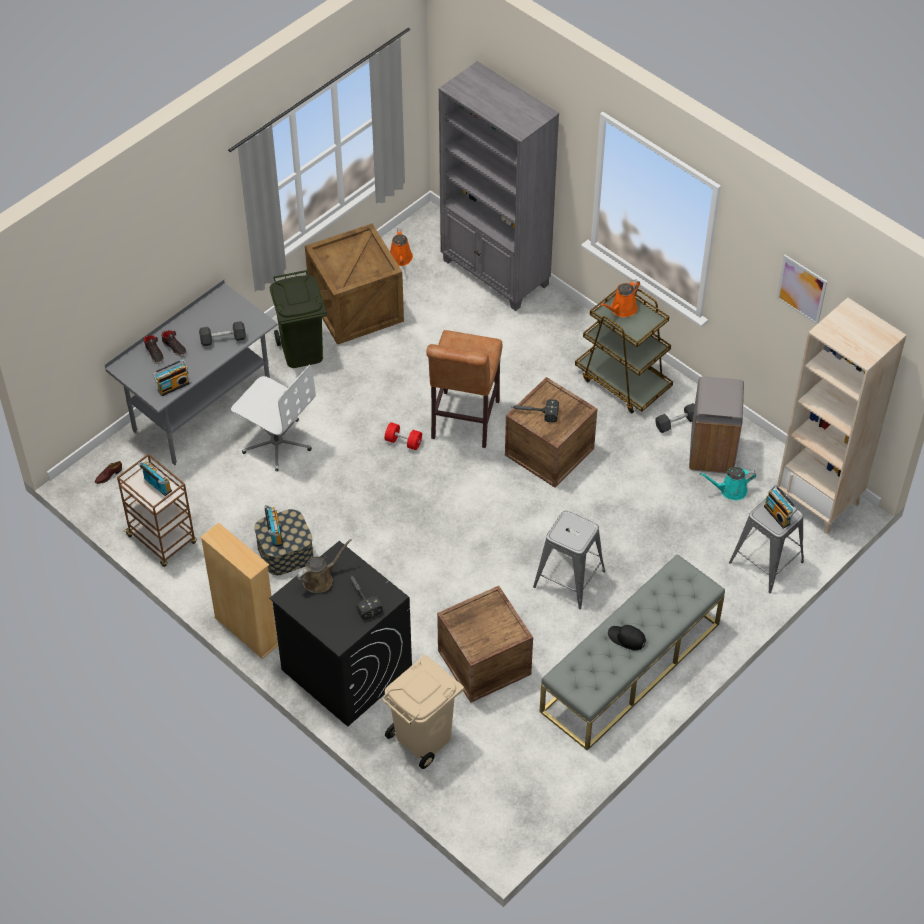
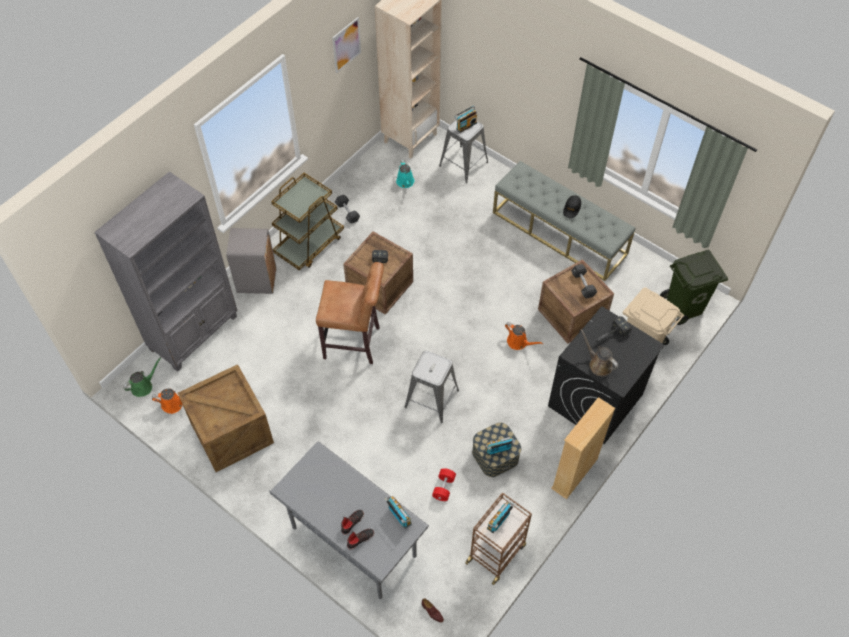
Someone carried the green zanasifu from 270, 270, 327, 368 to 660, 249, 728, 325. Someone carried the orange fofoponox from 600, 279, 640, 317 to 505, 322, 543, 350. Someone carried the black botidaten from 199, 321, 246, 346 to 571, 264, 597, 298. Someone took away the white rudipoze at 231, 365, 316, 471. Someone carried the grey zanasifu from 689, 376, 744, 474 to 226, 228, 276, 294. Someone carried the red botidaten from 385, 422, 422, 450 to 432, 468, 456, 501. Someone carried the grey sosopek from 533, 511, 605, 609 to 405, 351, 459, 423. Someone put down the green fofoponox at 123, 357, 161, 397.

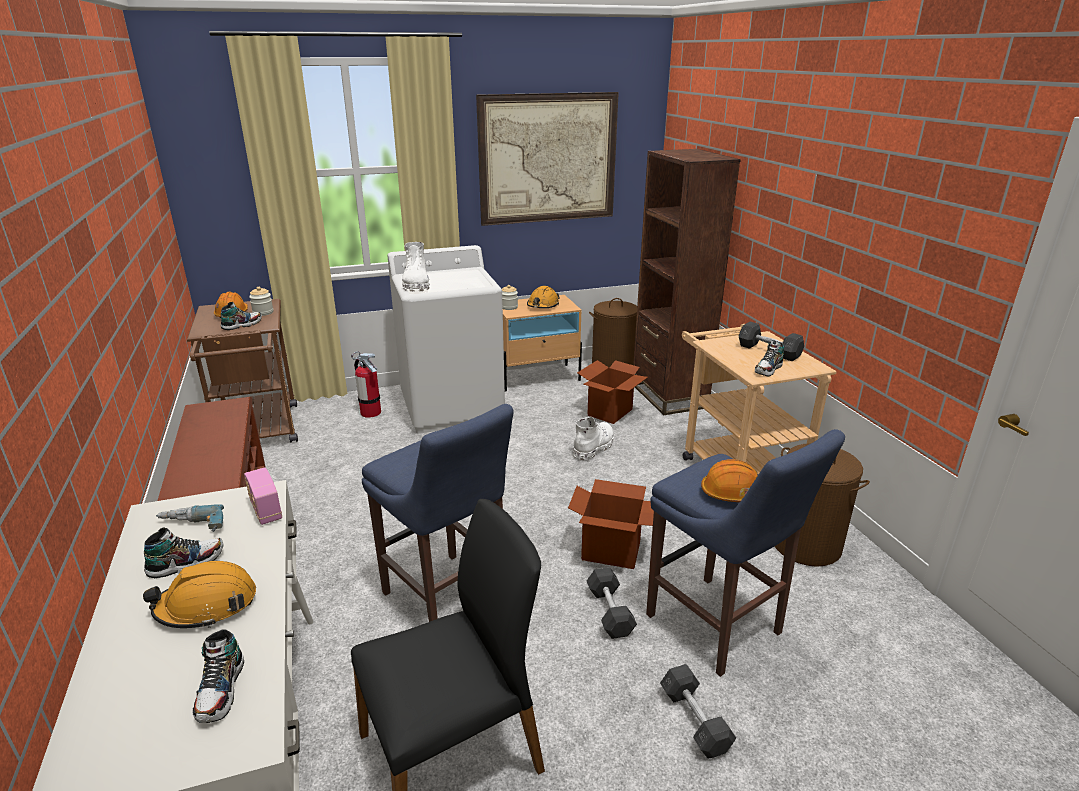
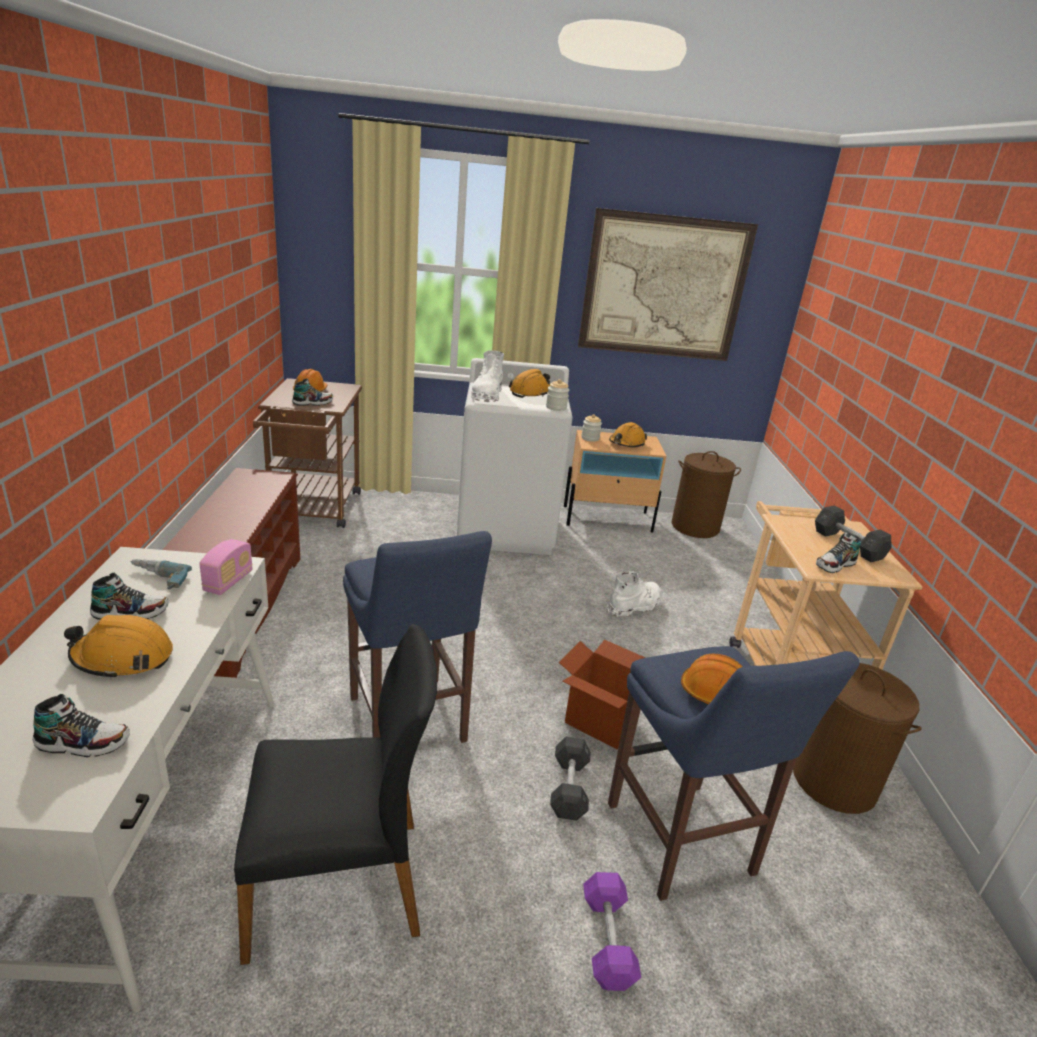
Someone took away the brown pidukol at 633, 149, 741, 415. Someone carried the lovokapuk from 249, 287, 274, 316 to 546, 379, 569, 411. Someone took away the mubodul at 351, 351, 381, 418. Someone took away the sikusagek at 577, 360, 648, 424. Someone rotated the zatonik at 244, 467, 282, 525 by 150 degrees counterclockwise. Someone rotated the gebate at 192, 629, 244, 723 by 105 degrees counterclockwise. Someone repainted the grey botidaten at 660, 664, 736, 758, which became the purple botidaten at 583, 872, 641, 991. Someone put down the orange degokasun at 509, 369, 550, 398.

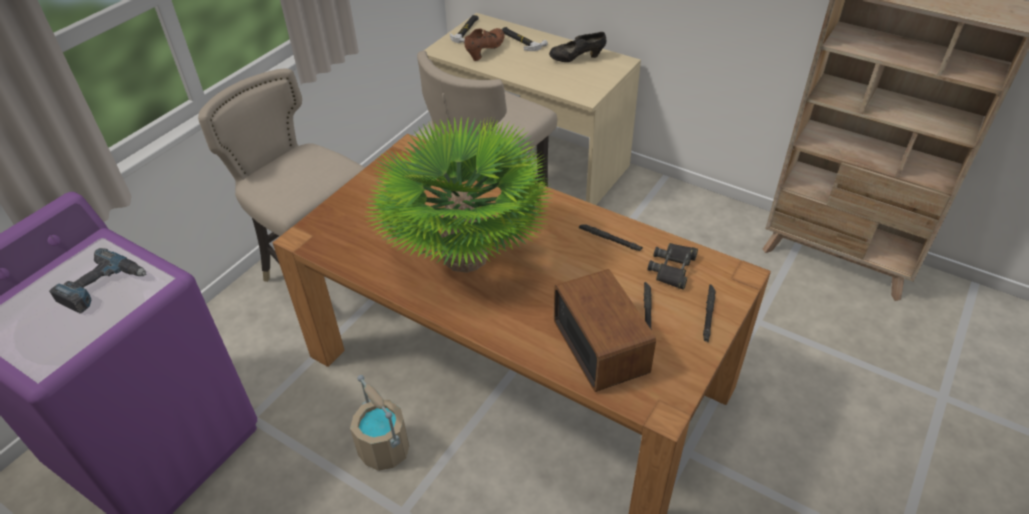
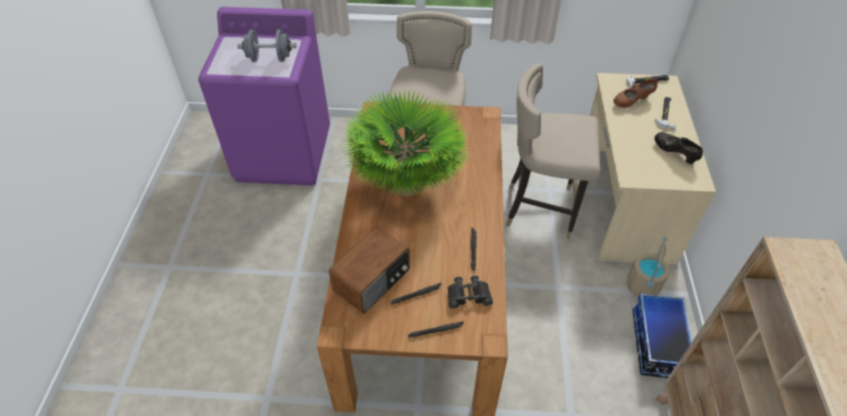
Someone rotated the brown gebate at 464, 28, 505, 61 by 150 degrees clockwise. Someone swapped the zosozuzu at 49, 248, 146, 314 for the grey botidaten at 237, 29, 297, 62. Someone carried the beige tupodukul from 350, 375, 409, 471 to 627, 237, 670, 298. Someone put down the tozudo at 632, 293, 692, 378.

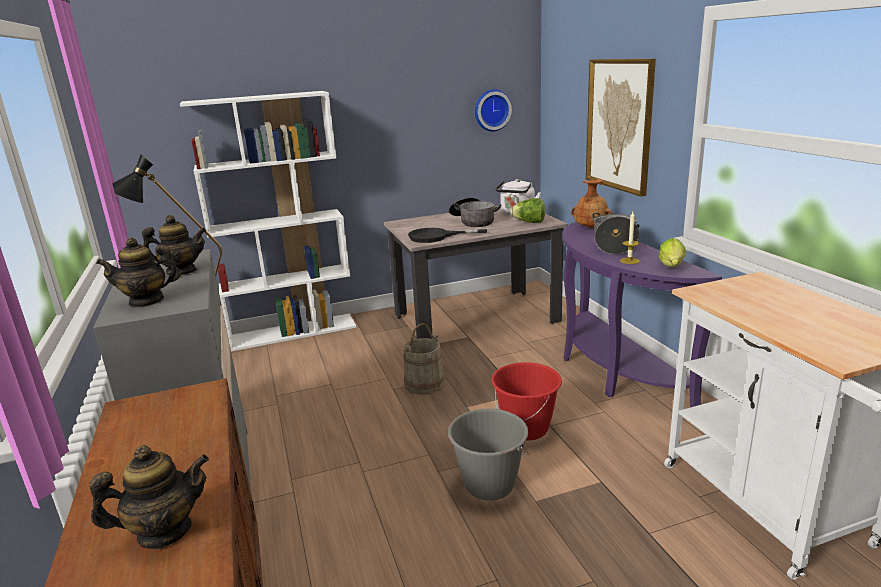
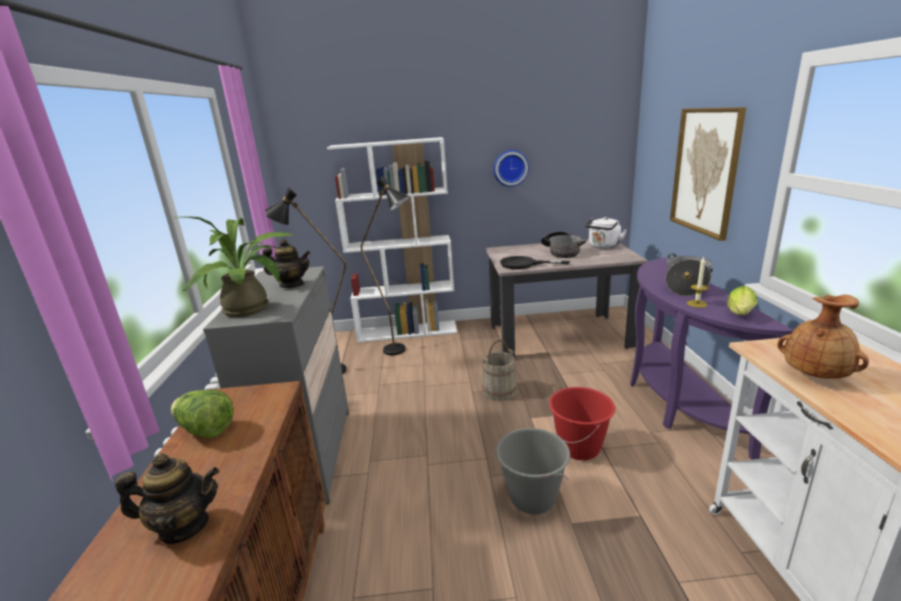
Someone carried the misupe from 475, 89, 512, 132 to 493, 150, 529, 187. Someone carried the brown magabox from 571, 179, 612, 228 to 777, 295, 869, 379. Someone carried the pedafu from 511, 198, 545, 223 to 171, 390, 234, 439. Someone swapped the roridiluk at 96, 237, 181, 307 for the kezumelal at 175, 216, 296, 317. Someone put down the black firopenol at 361, 176, 411, 355.

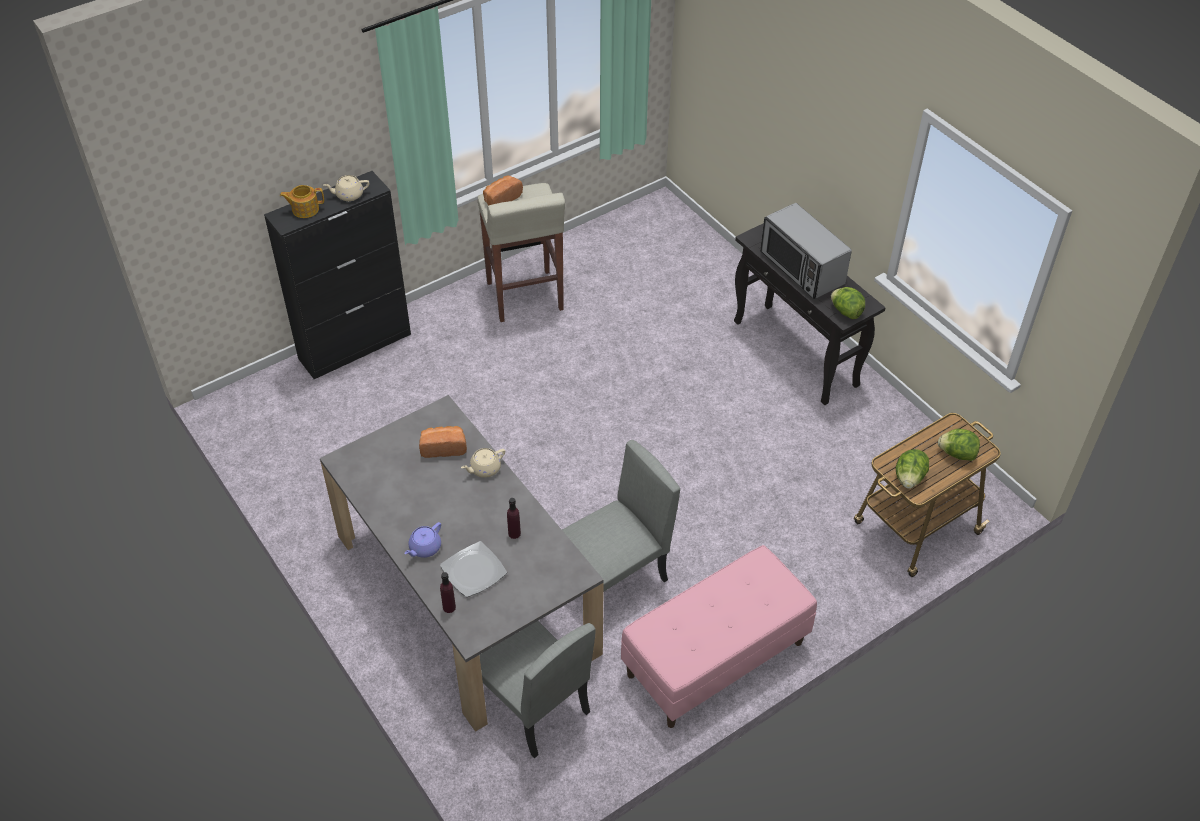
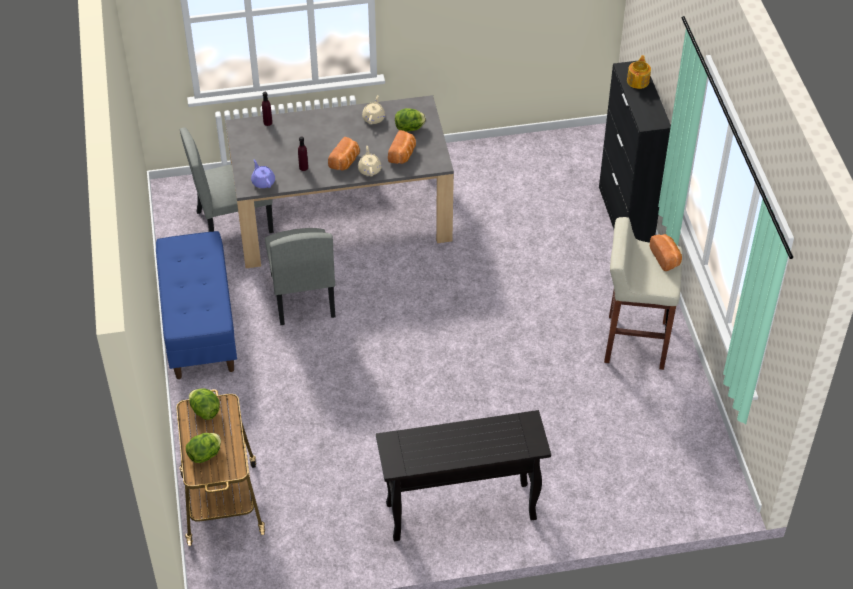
Someone carried the beige roridiluk from 324, 175, 369, 201 to 362, 95, 385, 124. Someone took away the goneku at 760, 203, 852, 299. Someone carried the pedafu from 831, 287, 865, 319 to 395, 108, 426, 132. Someone carried the purple roridiluk from 404, 522, 441, 558 to 251, 159, 275, 188. Someone took away the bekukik at 440, 541, 507, 597. Someone repainted the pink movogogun at 621, 545, 817, 728, which became the blue movogogun at 156, 231, 237, 379. Someone put down the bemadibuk at 328, 137, 360, 170.

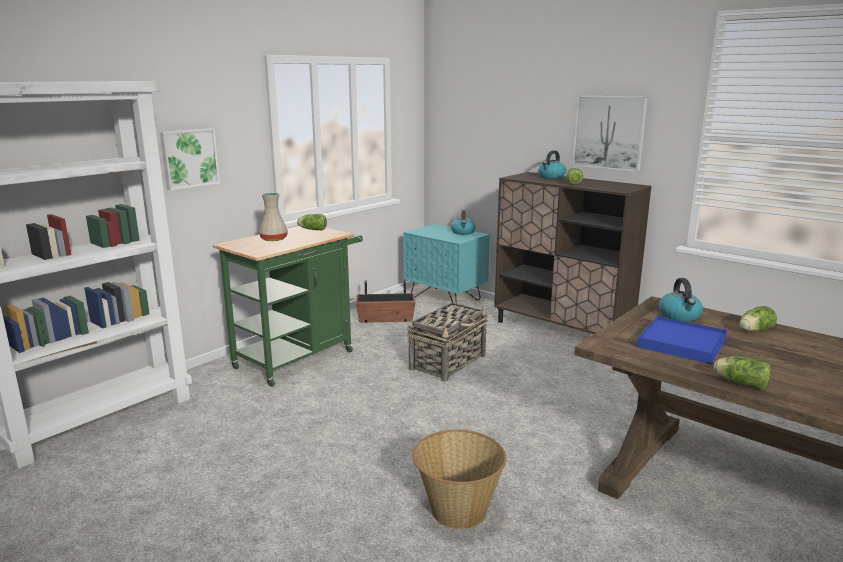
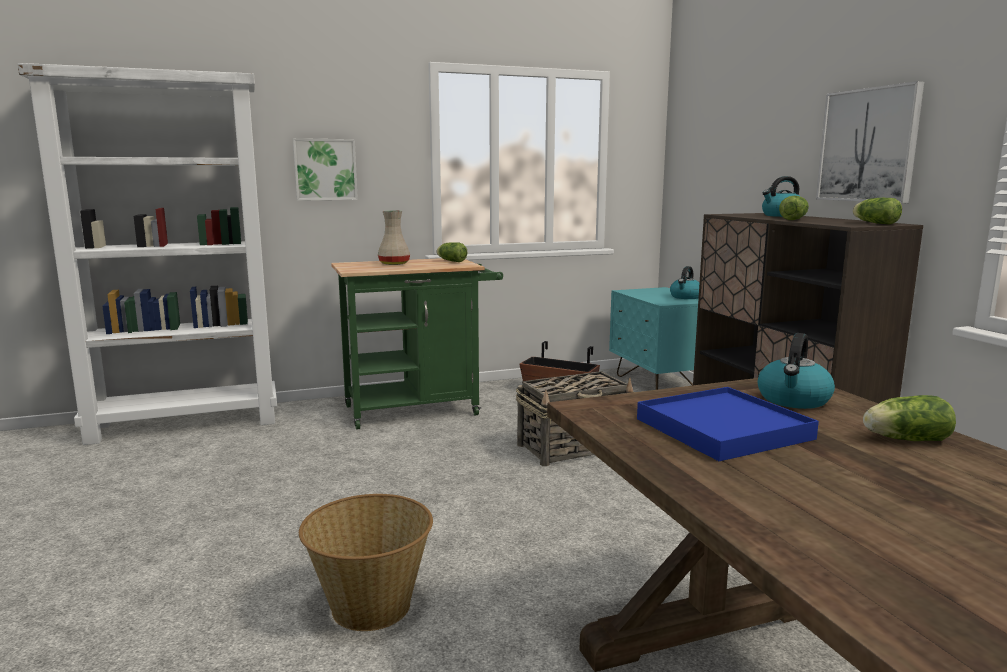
Someone carried the pedafu from 714, 356, 771, 389 to 852, 198, 902, 225.

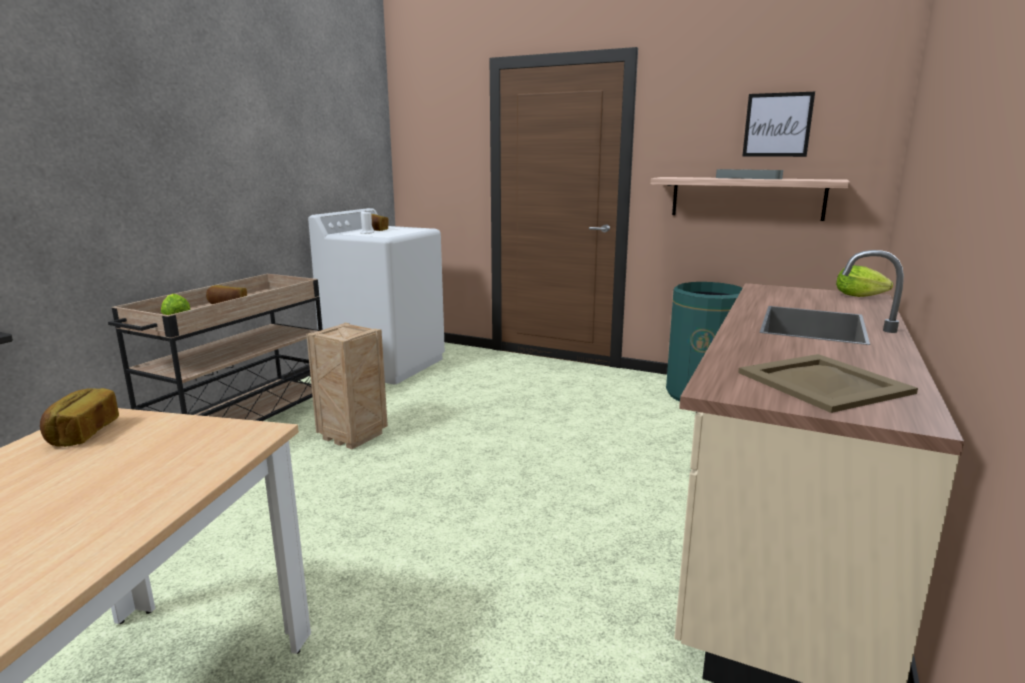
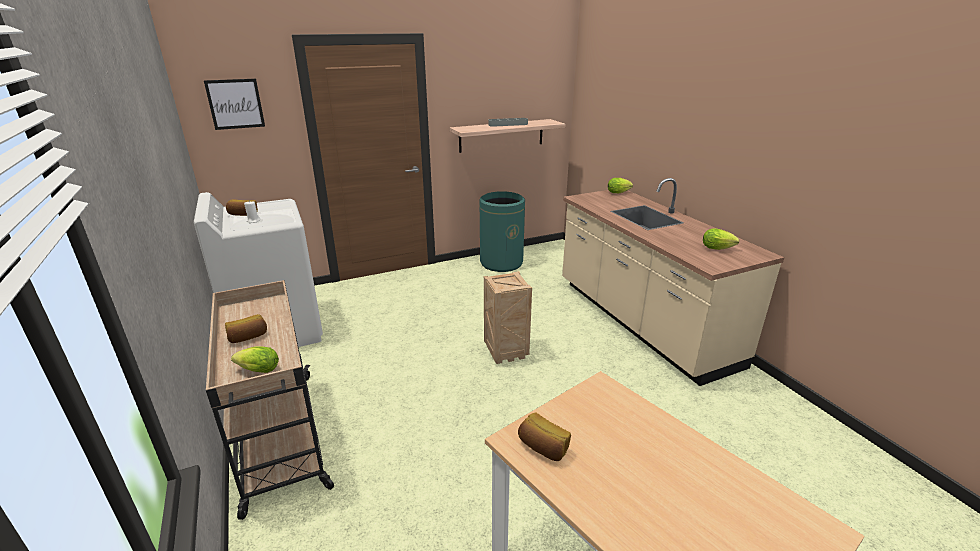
Someone carried the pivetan from 742, 92, 815, 157 to 204, 79, 265, 130. Someone carried the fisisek from 306, 323, 388, 449 to 484, 271, 532, 364. Someone swapped the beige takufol at 738, 354, 918, 413 for the pedafu at 703, 228, 739, 250.

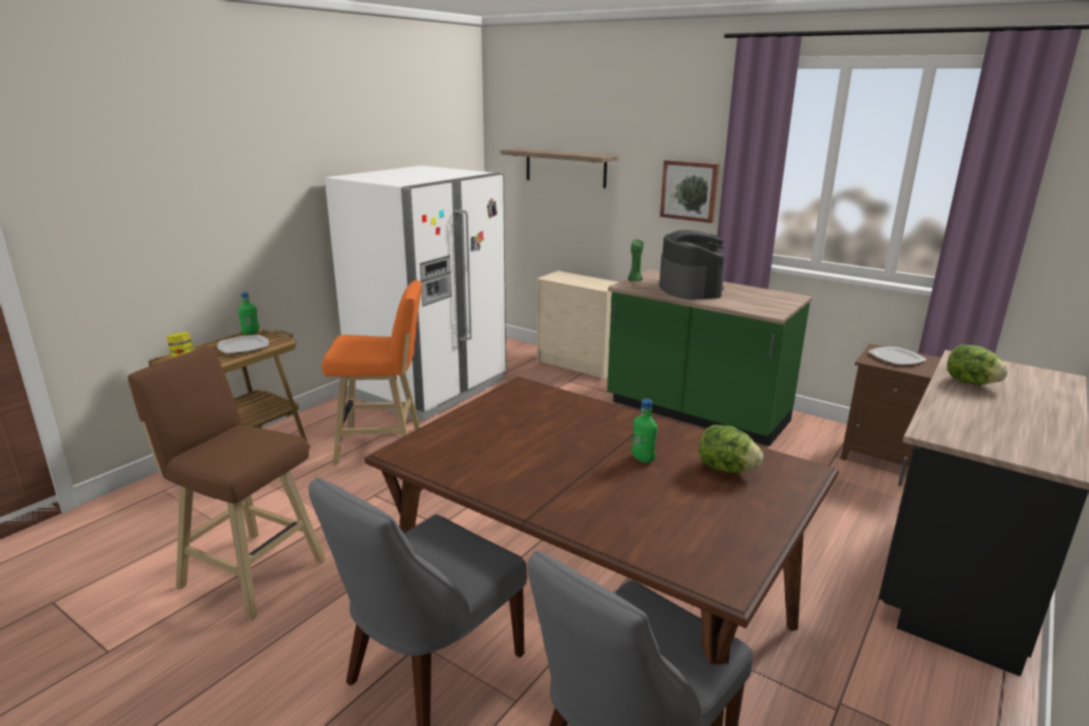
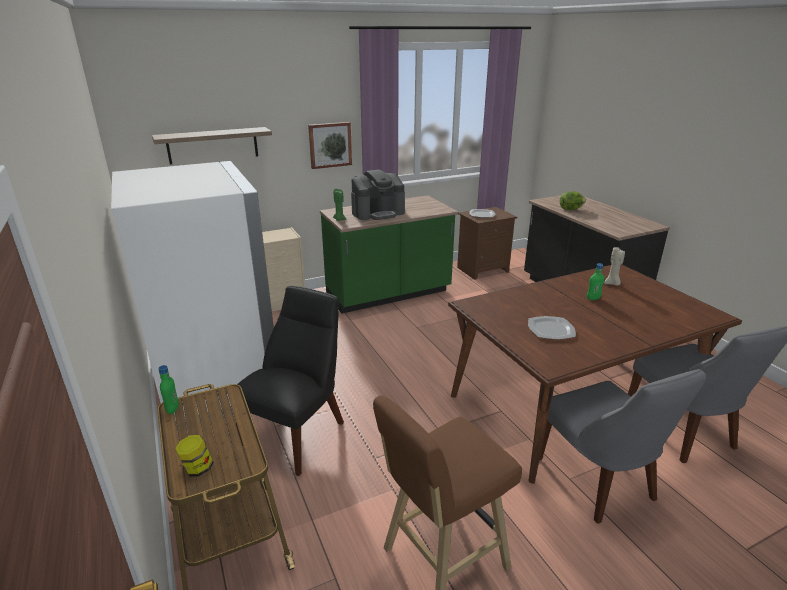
Someone rotated the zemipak at 659, 230, 725, 299 by 135 degrees clockwise. Someone swapped the orange sosopek at 322, 280, 422, 465 for the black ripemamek at 235, 286, 344, 476. Someone carried the bekukik from 217, 335, 269, 354 to 528, 316, 576, 339. Someone swapped the pedafu at 699, 425, 763, 473 for the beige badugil at 604, 247, 625, 286.

